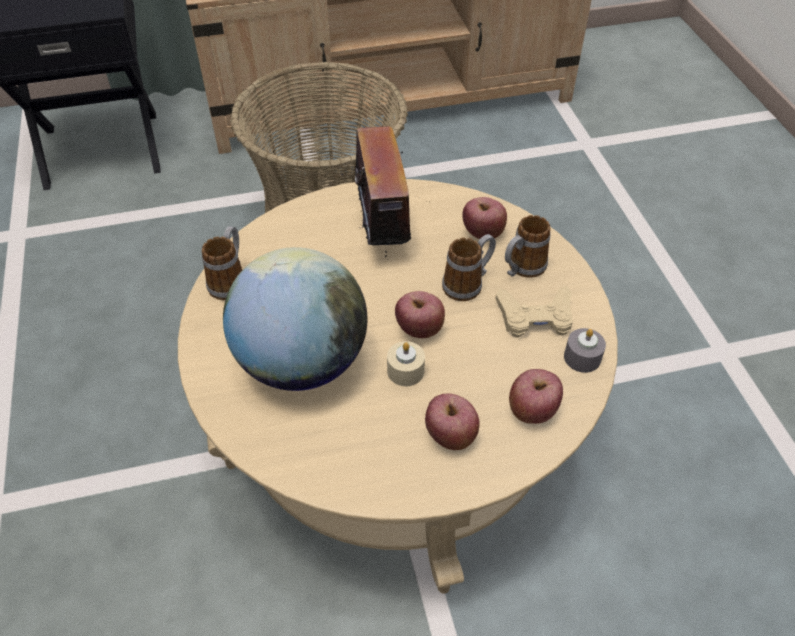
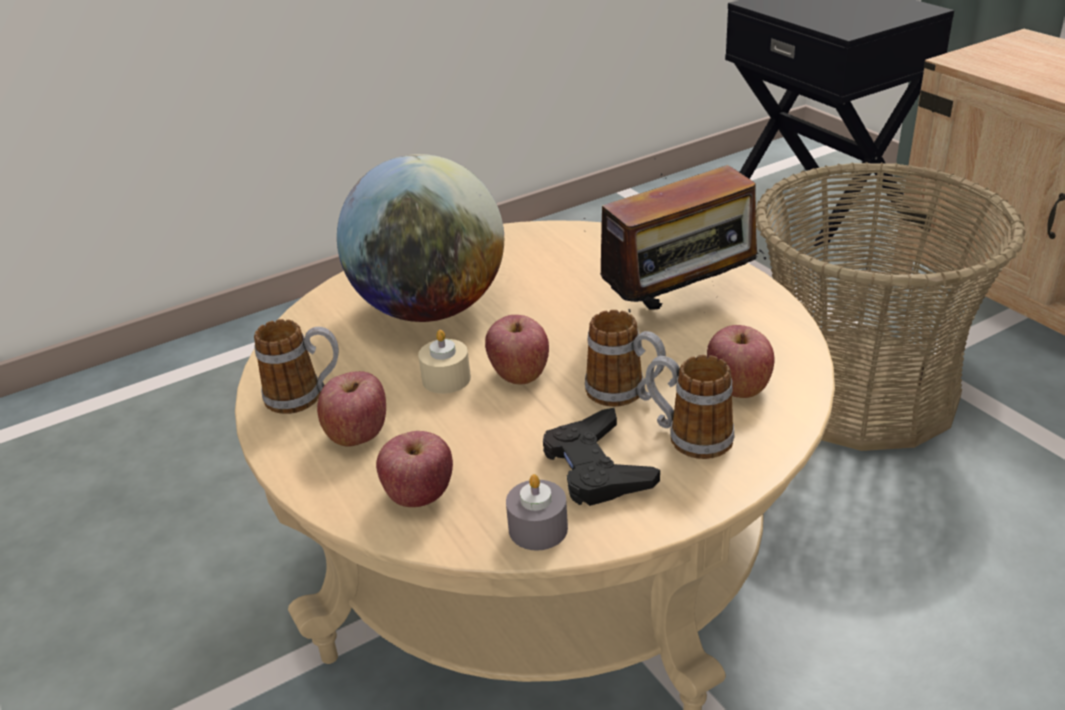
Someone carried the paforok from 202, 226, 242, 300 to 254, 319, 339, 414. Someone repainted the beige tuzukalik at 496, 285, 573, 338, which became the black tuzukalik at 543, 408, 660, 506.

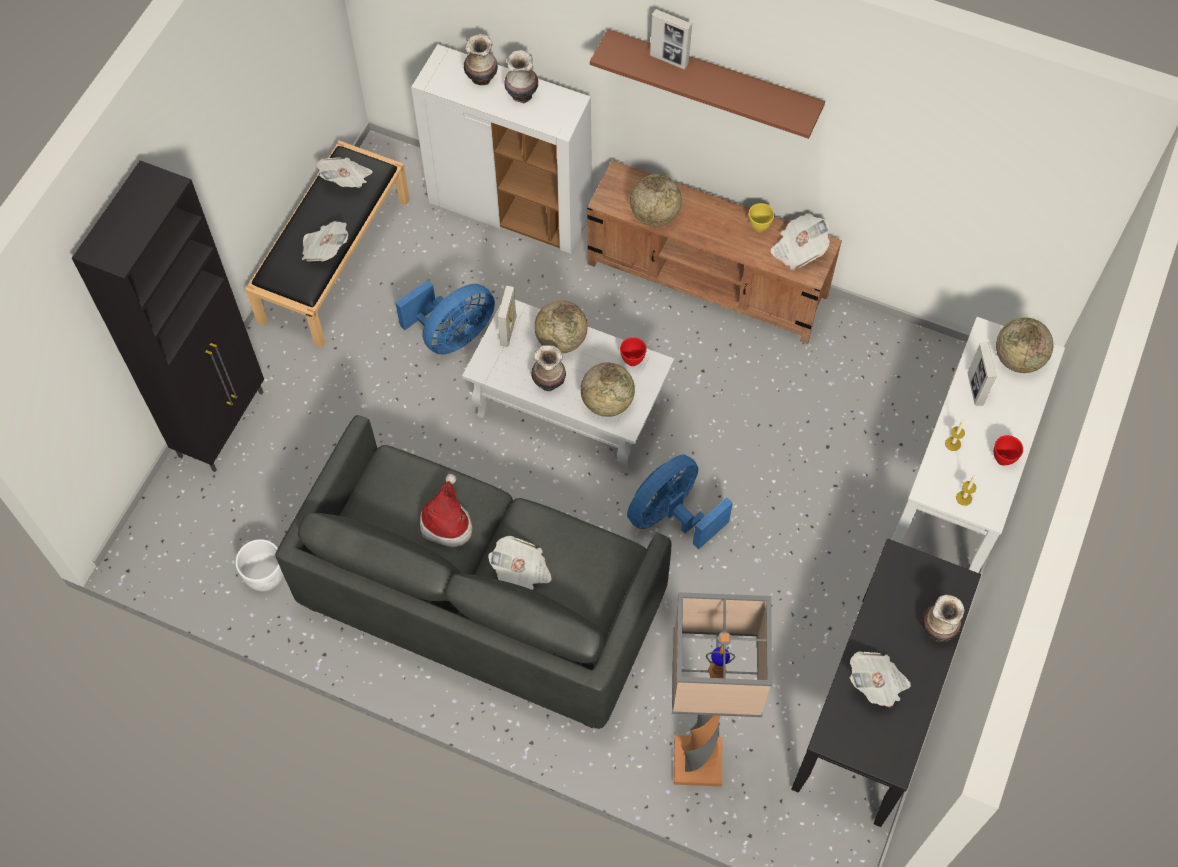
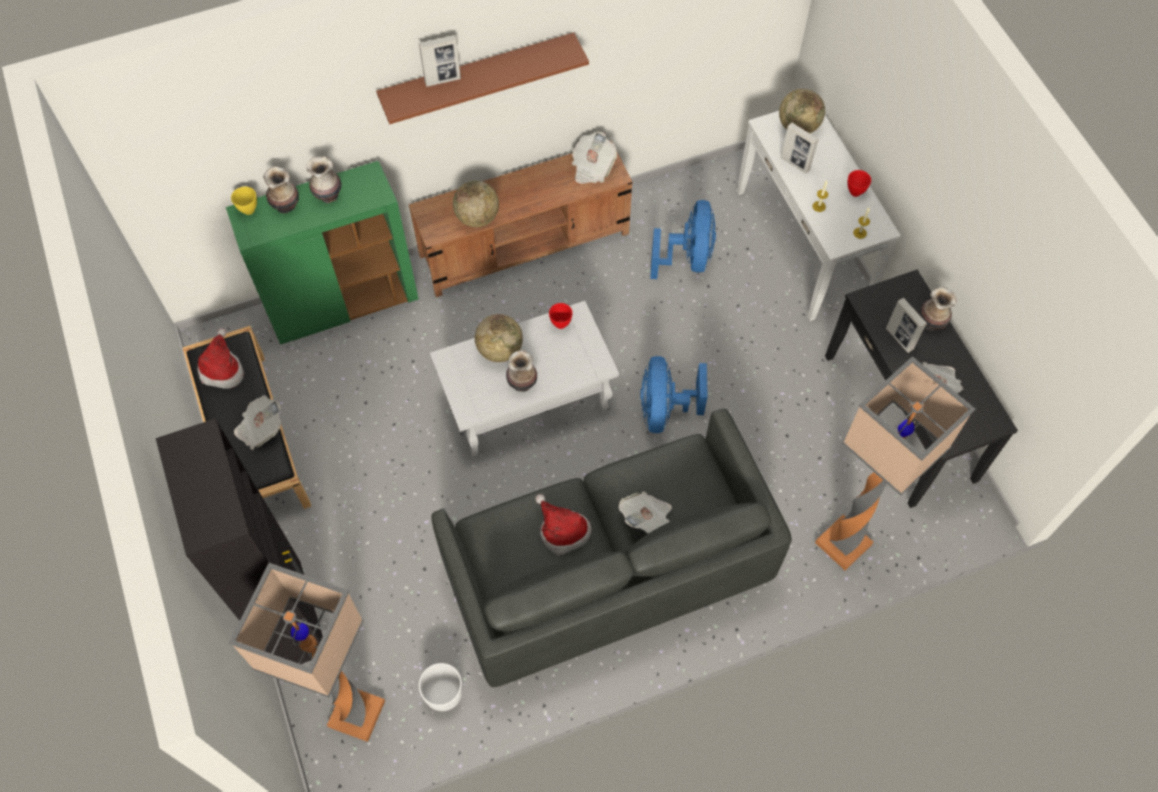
Someone repainted the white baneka at 411, 44, 592, 254, which became the green baneka at 226, 161, 419, 345. Someone swapped the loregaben at 317, 157, 373, 188 for the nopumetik at 198, 328, 244, 389. Someone carried the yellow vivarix from 749, 203, 774, 232 to 231, 187, 257, 215. Someone carried the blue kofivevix from 395, 280, 495, 355 to 650, 200, 716, 279. Someone carried the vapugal from 497, 286, 517, 347 to 886, 298, 927, 353. Someone took away the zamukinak at 581, 362, 635, 417. Someone put down the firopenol at 229, 563, 385, 742.

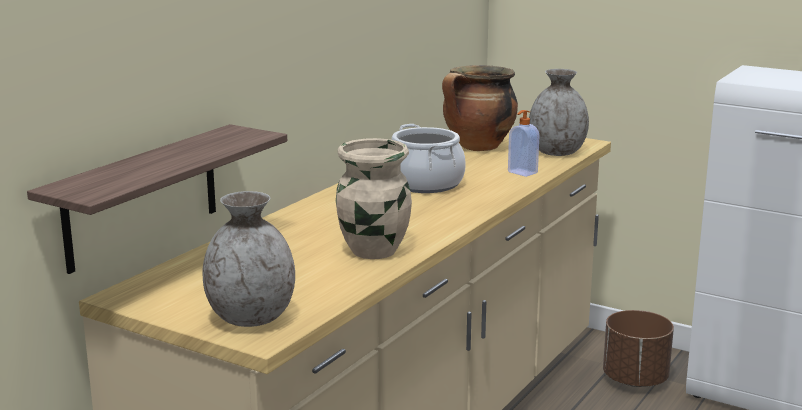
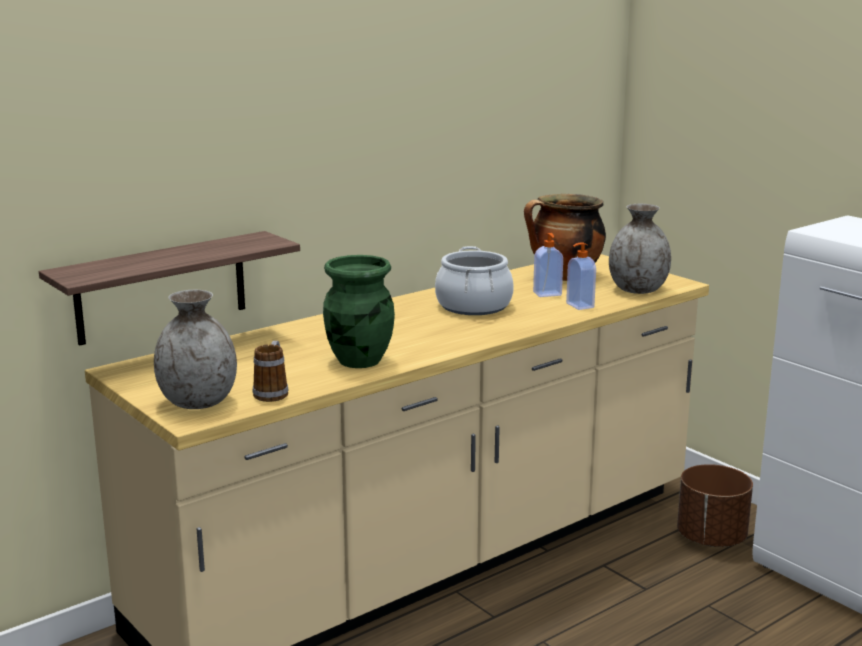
Someone repainted the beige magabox at 336, 138, 412, 259, which became the green magabox at 323, 255, 395, 368. Someone put down the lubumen at 533, 233, 563, 297. Someone put down the paforok at 253, 341, 288, 402.

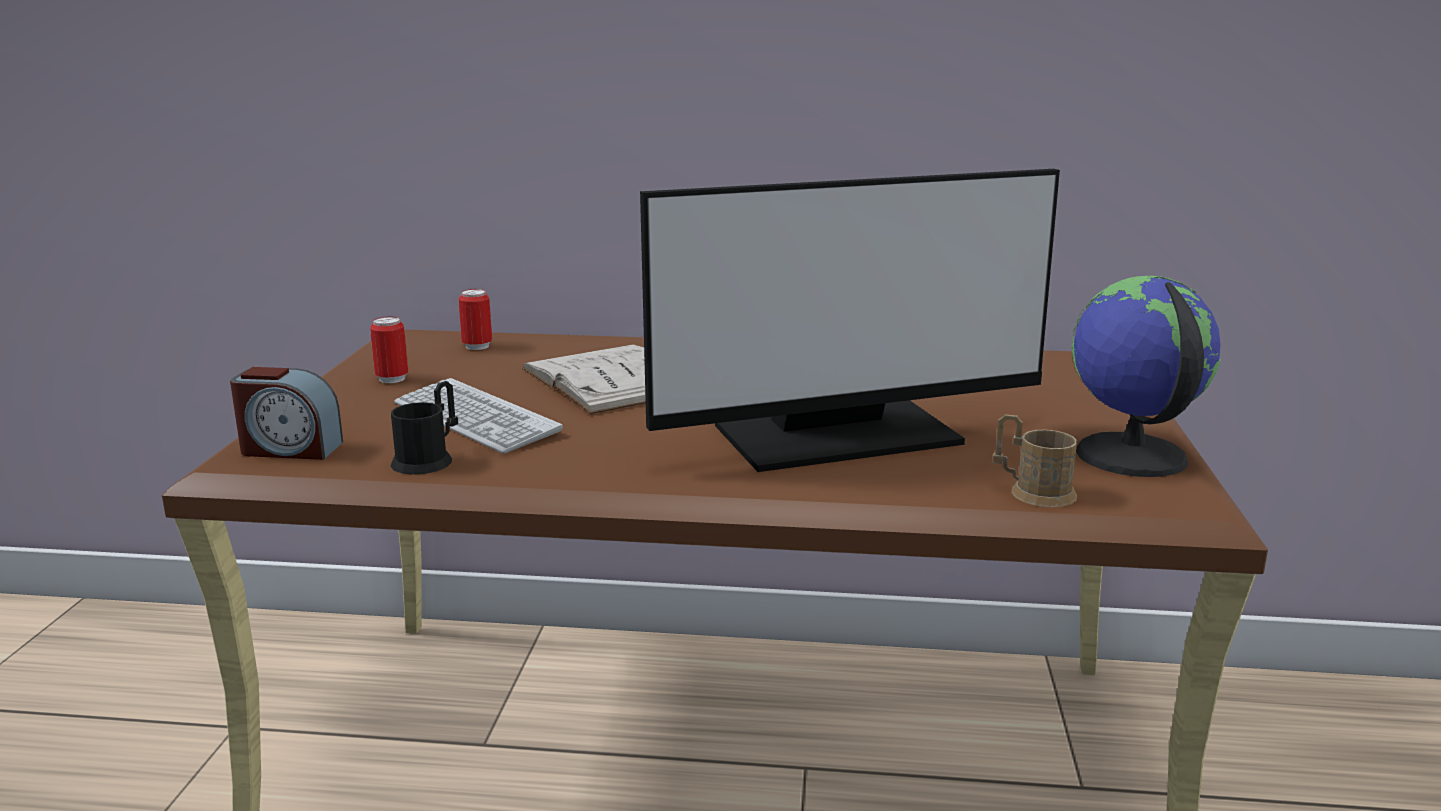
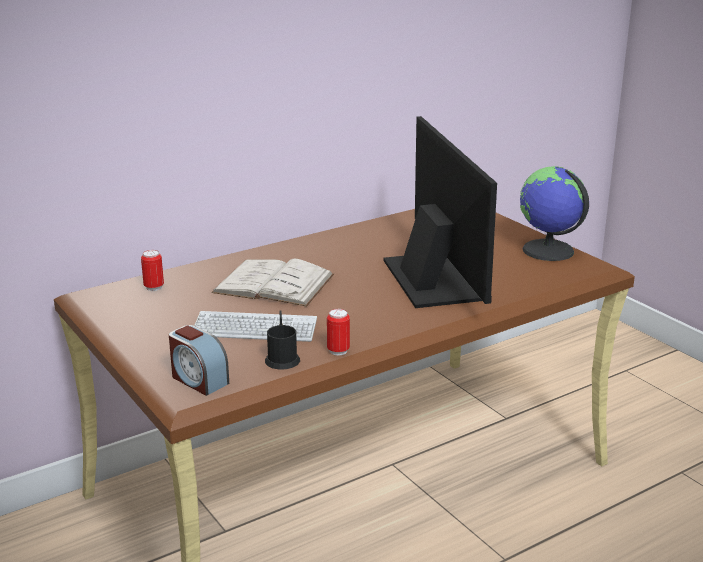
Someone rotated the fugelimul at 640, 169, 1060, 472 by 45 degrees counterclockwise. Someone carried the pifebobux from 370, 317, 408, 383 to 327, 309, 350, 355. Someone rotated the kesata at 230, 367, 343, 460 by 75 degrees clockwise. Someone took away the brown paforok at 993, 414, 1077, 507.

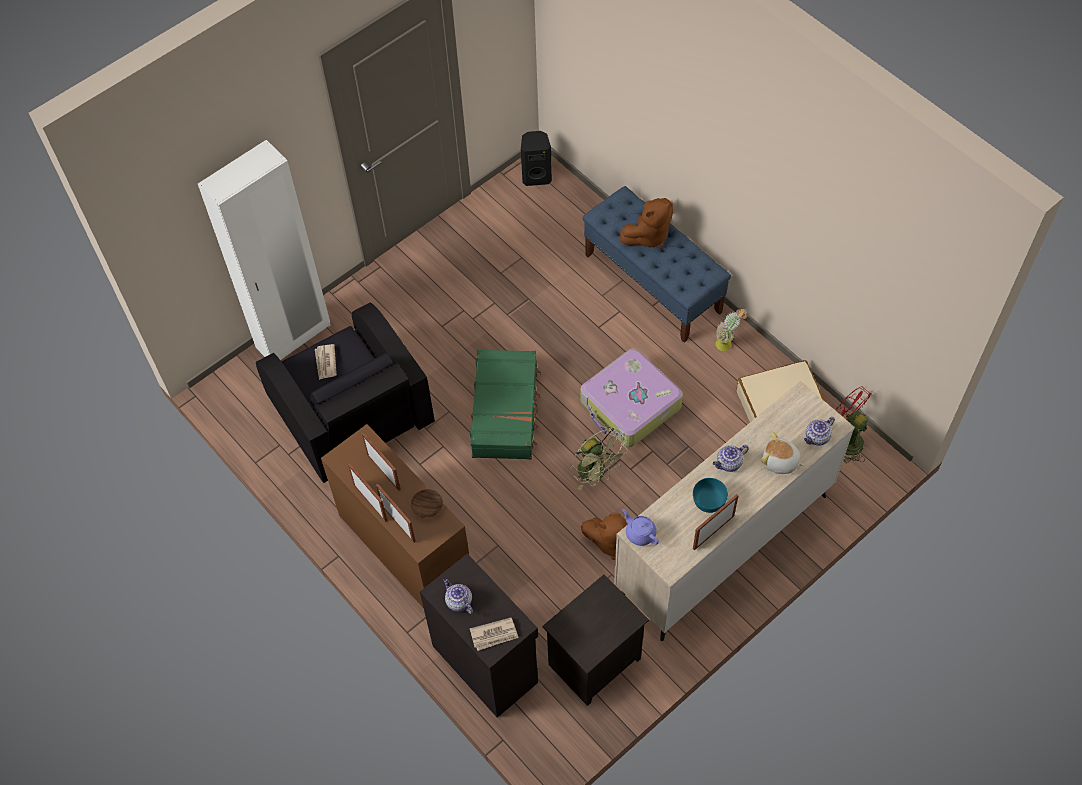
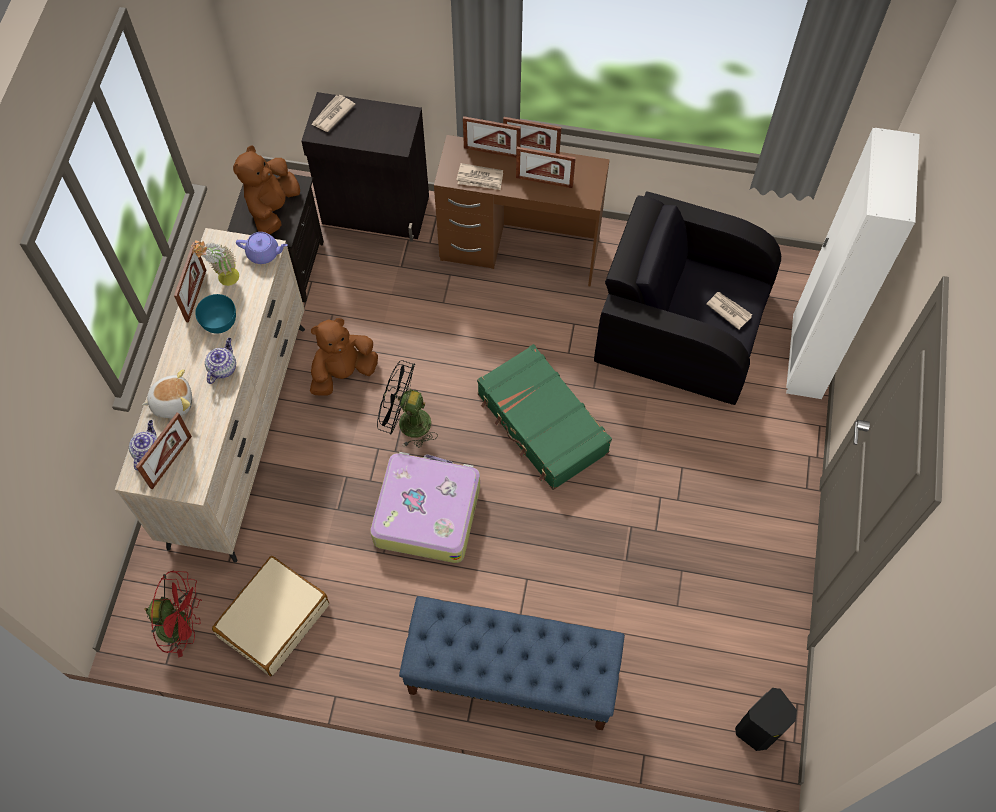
Someone carried the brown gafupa from 620, 198, 673, 248 to 233, 145, 300, 234. Someone carried the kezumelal from 716, 308, 748, 351 to 191, 240, 239, 286. Someone repainted the green kofivevix at 571, 428, 628, 491, which became the black kofivevix at 377, 360, 438, 448. Someone swapped the brown vivarix at 411, 489, 443, 518 for the loregaben at 456, 163, 503, 190. Someone took away the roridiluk at 443, 578, 473, 614. Someone put down the vapugal at 136, 413, 192, 490.

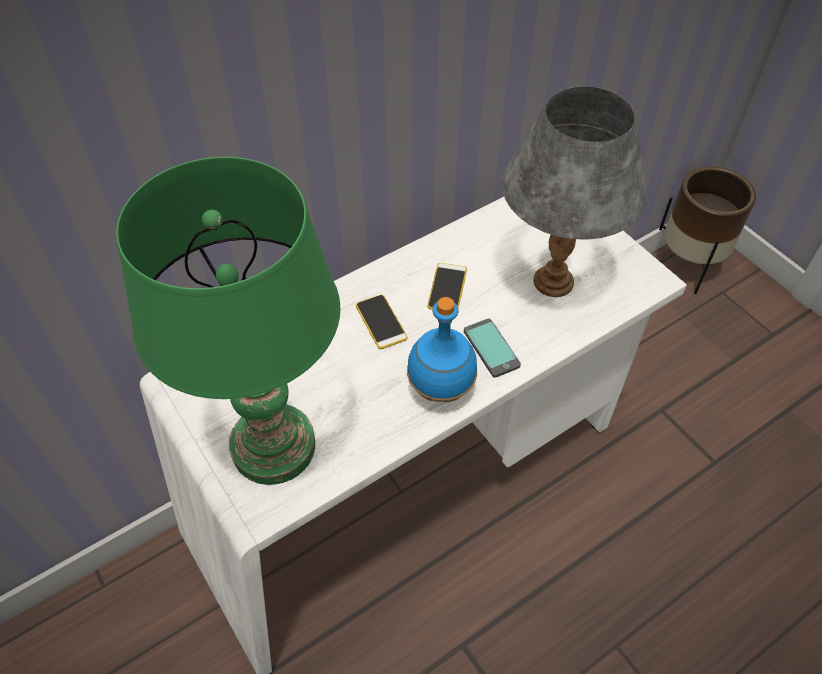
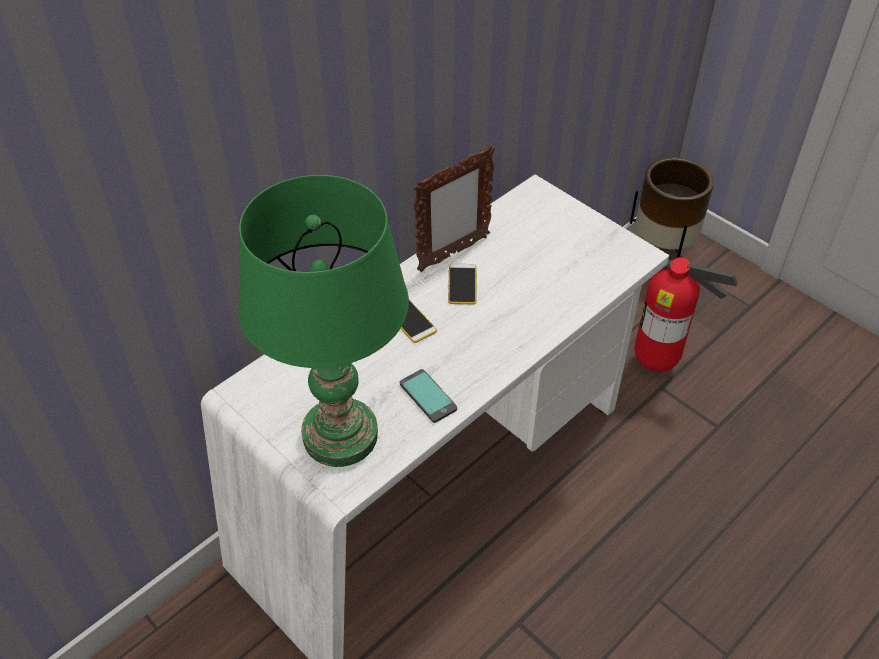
Someone took away the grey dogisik at 502, 86, 647, 297. Someone took away the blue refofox at 407, 297, 477, 402. Someone carried the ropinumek from 464, 319, 521, 378 to 400, 369, 457, 423. Someone put down the vapugal at 413, 145, 495, 272. Someone put down the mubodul at 635, 258, 738, 372.

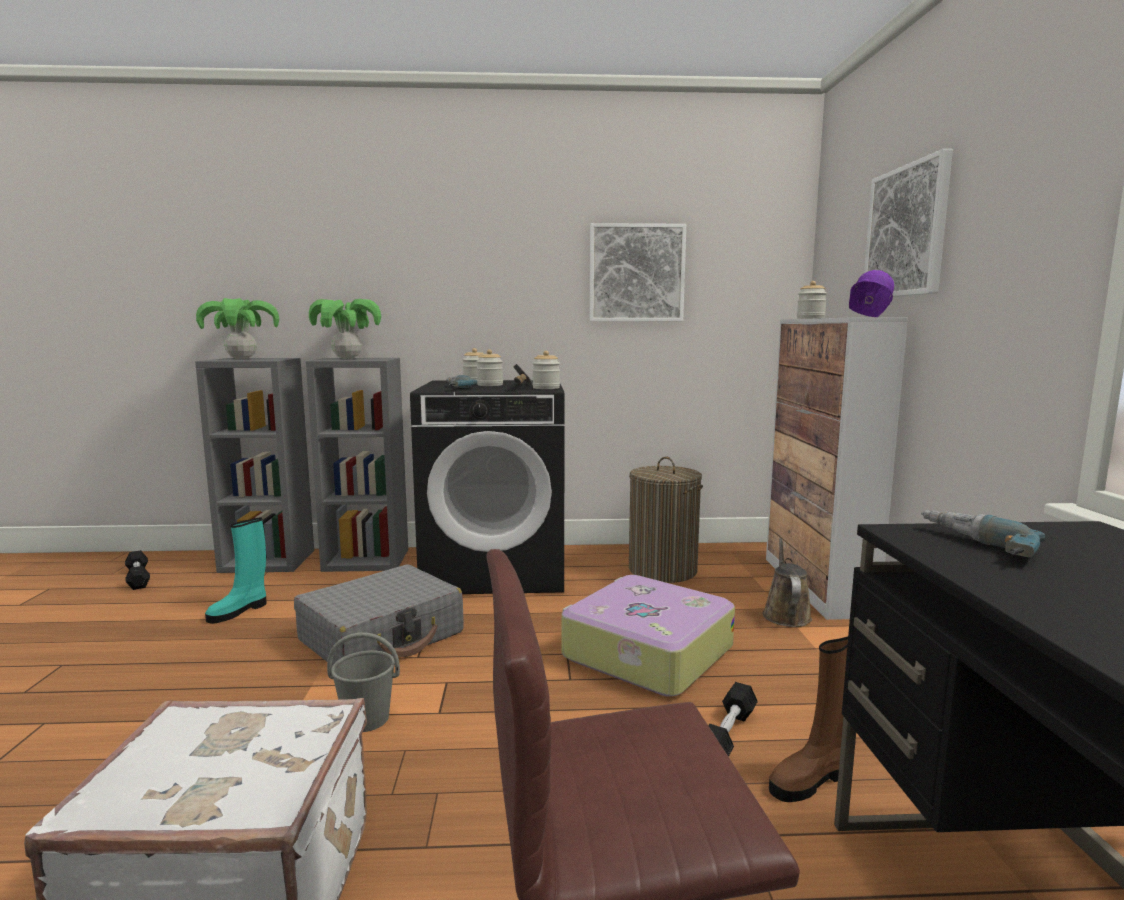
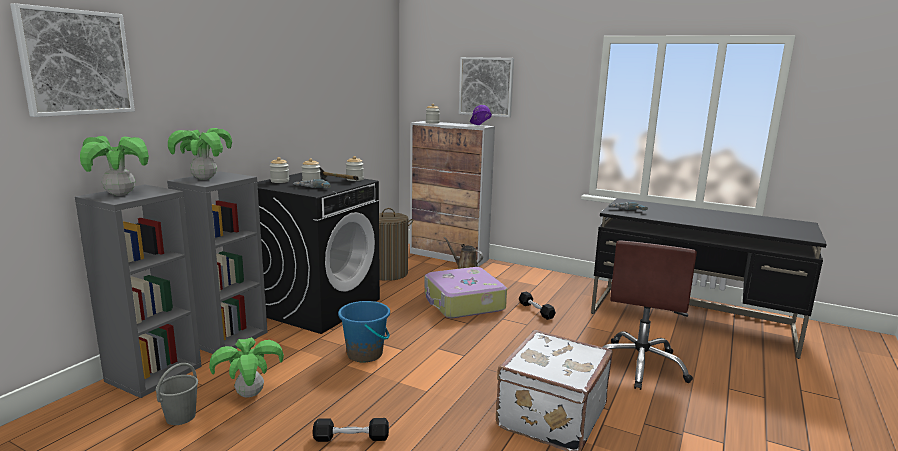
Someone carried the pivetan from 589, 223, 686, 322 to 10, 3, 135, 117. Someone swapped the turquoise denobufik at 205, 517, 266, 624 for the kezumelal at 209, 337, 284, 397. Someone carried the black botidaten from 125, 550, 150, 590 to 313, 418, 389, 442. Someone swapped the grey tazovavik at 294, 565, 464, 666 for the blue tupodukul at 338, 301, 390, 363. Someone carried the grey tupodukul from 327, 632, 400, 732 to 156, 363, 198, 425. Someone took away the brown denobufik at 769, 637, 848, 802.

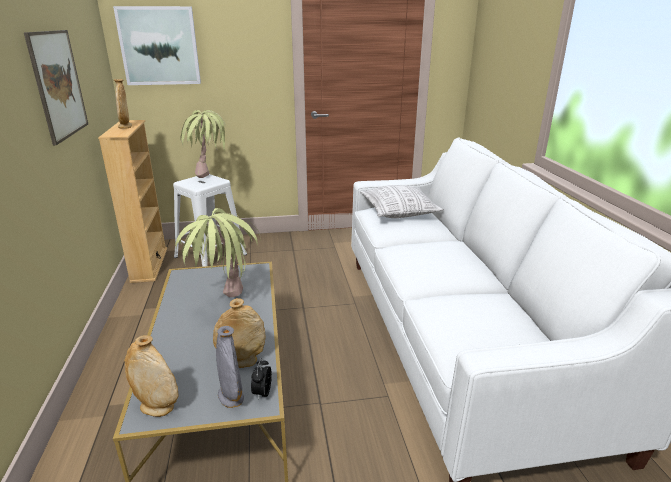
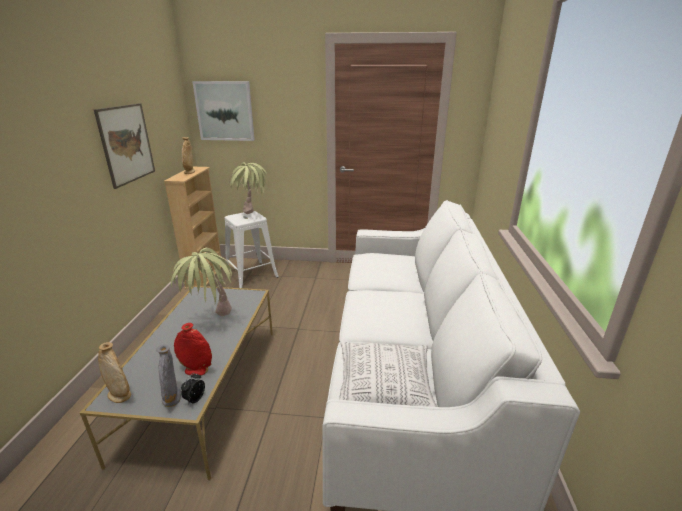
Someone carried the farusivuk from 360, 185, 444, 218 to 339, 342, 437, 407. Someone repainted the beige magabox at 213, 298, 266, 368, which became the red magabox at 174, 323, 212, 376.

